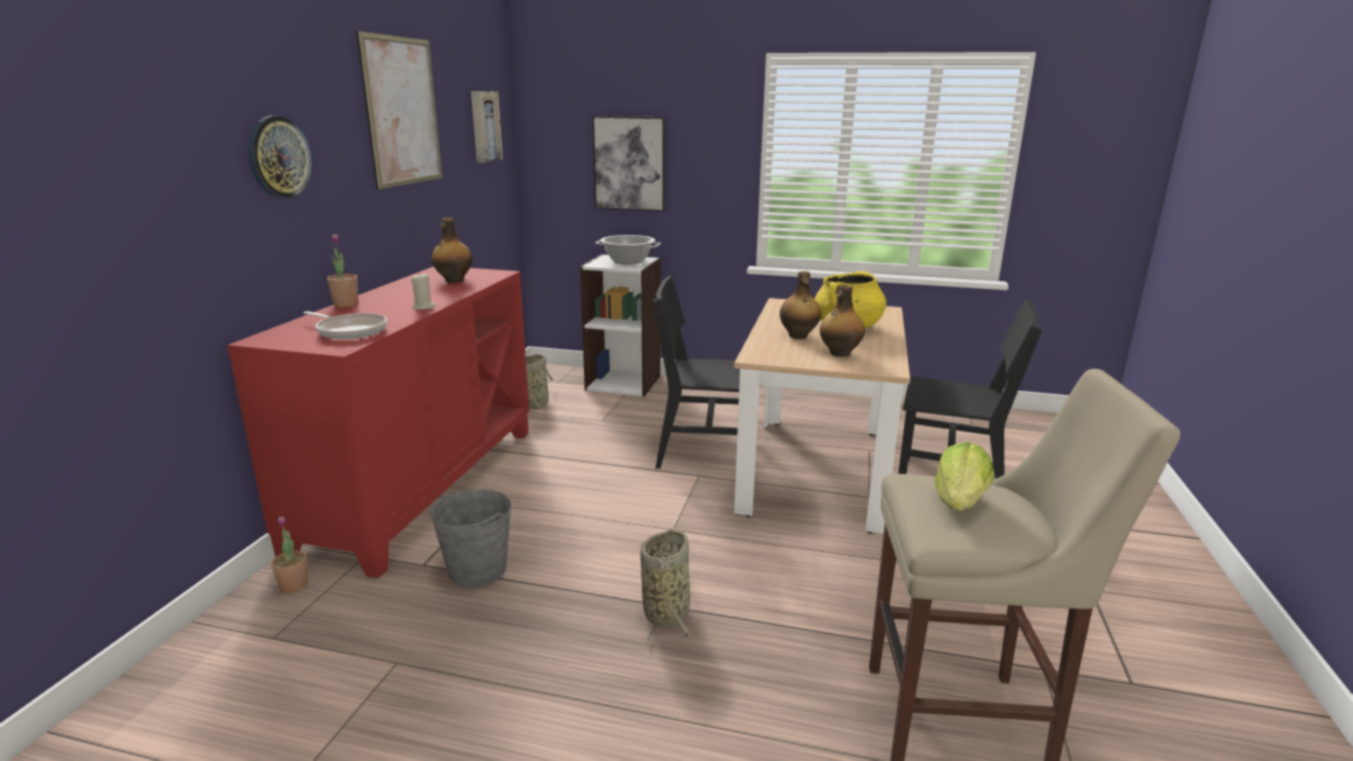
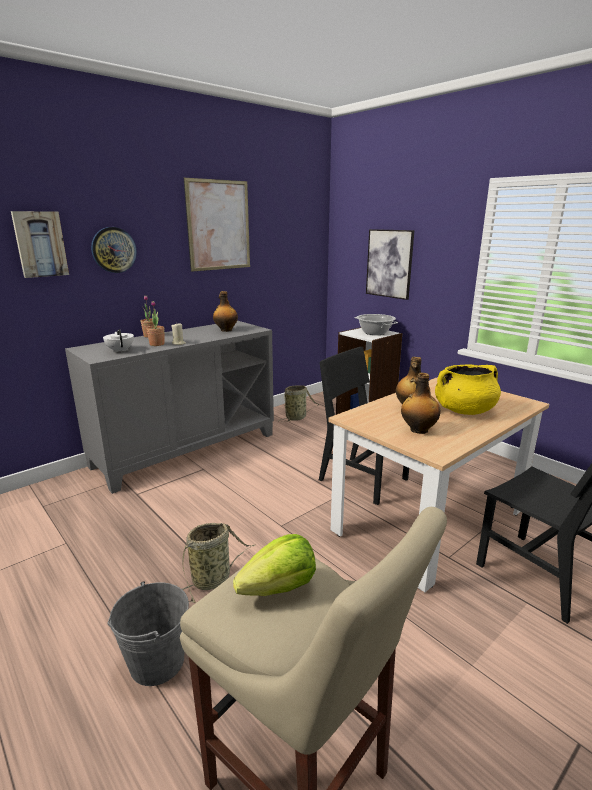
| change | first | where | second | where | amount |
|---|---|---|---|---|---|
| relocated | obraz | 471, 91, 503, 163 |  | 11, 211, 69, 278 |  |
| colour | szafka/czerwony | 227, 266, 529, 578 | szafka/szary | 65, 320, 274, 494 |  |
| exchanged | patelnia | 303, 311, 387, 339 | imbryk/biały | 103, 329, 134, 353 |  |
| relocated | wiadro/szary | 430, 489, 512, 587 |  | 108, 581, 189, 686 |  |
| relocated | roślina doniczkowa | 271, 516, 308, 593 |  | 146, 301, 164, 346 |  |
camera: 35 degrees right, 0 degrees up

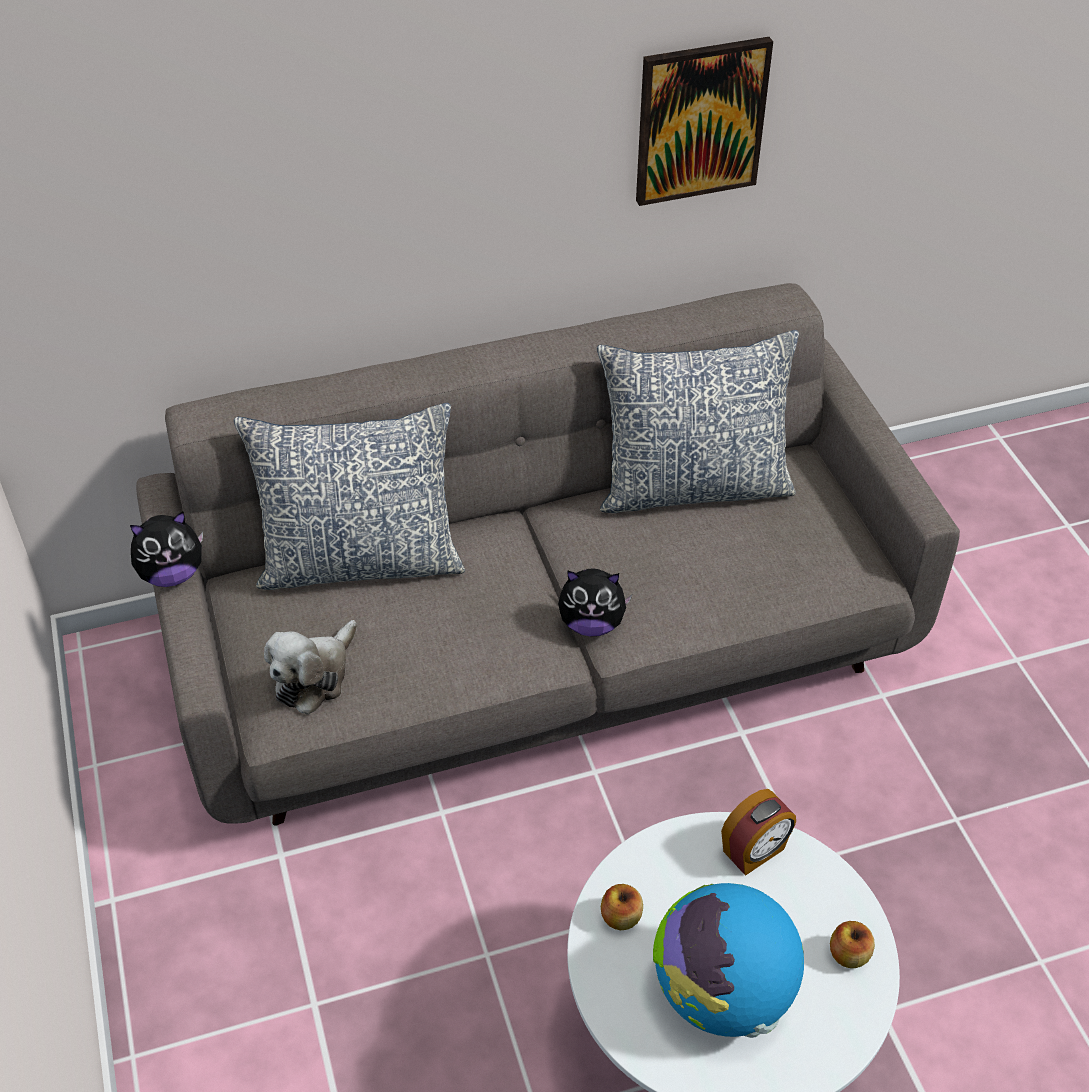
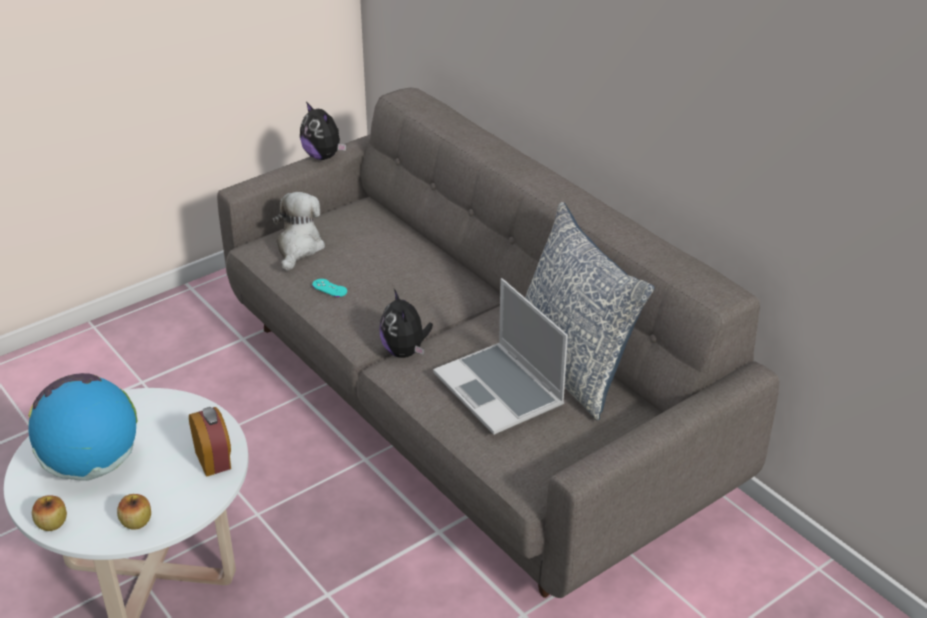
| change | first | where | second | where | amount |
|---|---|---|---|---|---|
| missing | obraz | 636, 37, 773, 206 |  |  |  |
| missing | poduszka | 234, 403, 465, 590 |  |  |  |
| spun | pluszak | 264, 620, 357, 715 |  | 272, 192, 325, 271 | 90 degrees clockwise |
| spun | budzik | 721, 789, 796, 876 |  | 189, 407, 231, 477 | 150 degrees counterclockwise |
| relocated | jabłko | 601, 884, 643, 930 |  | 32, 495, 67, 531 |  |
| appeared |  |  | laptop | 433, 278, 568, 435 |  |
| appeared |  |  | pad do gier/turkusowy | 312, 279, 347, 297 |  |
camera: 70 degrees right, 10 degrees down

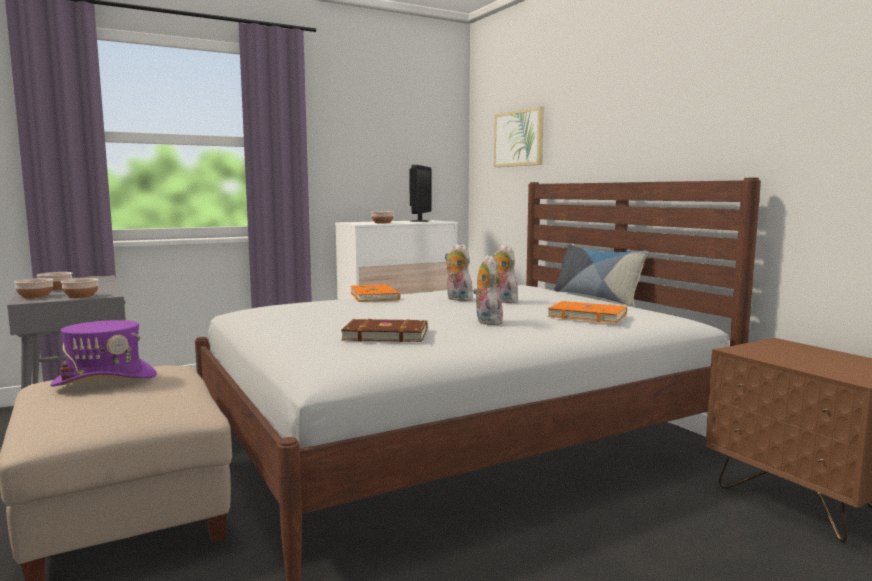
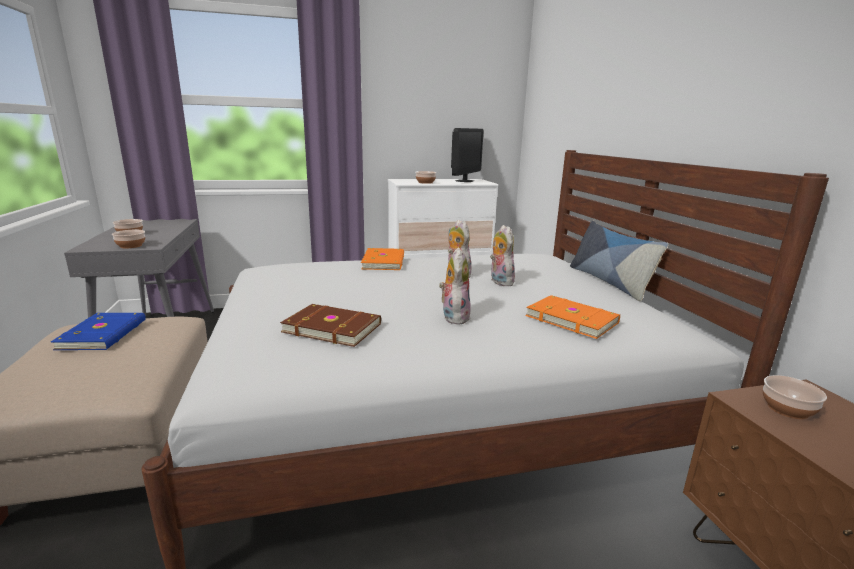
| change | first | where | second | where | amount |
|---|---|---|---|---|---|
| missing | obraz | 494, 106, 544, 167 |  |  |  |
| relocated | miska | 14, 278, 54, 298 |  | 763, 375, 827, 419 |  |
| exchanged | kapelusz/fioletowy | 50, 320, 157, 387 | książka/niebieski | 51, 313, 146, 350 |  |
camera: 15 degrees right, 10 degrees up

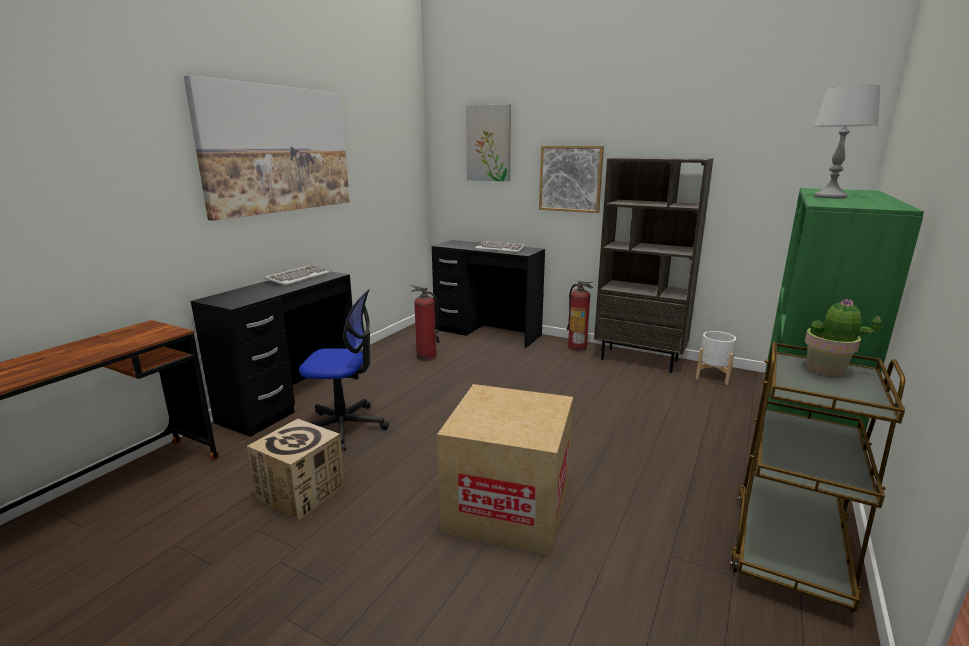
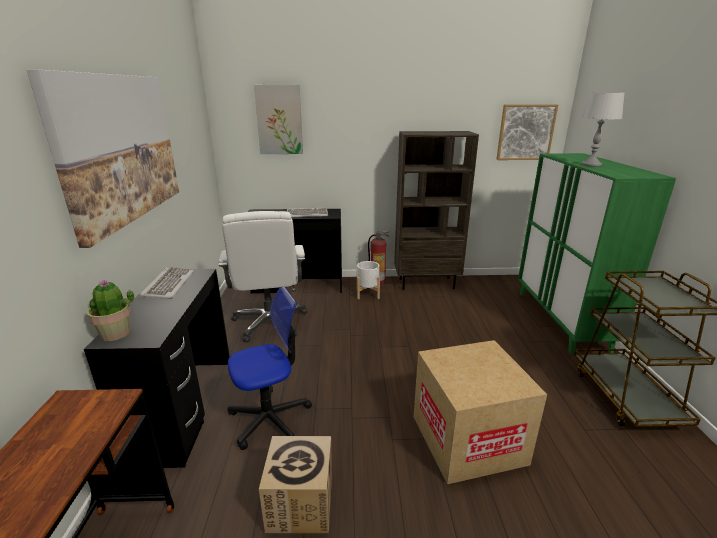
| change | first | where | second | where | amount |
|---|---|---|---|---|---|
| relocated | obraz | 539, 146, 604, 213 |  | 496, 105, 558, 160 |  |
| exchanged | gaśnica | 411, 284, 440, 361 | krzesło biurowe/biały | 219, 211, 308, 343 |  |
| relocated | roślina doniczkowa | 805, 298, 882, 376 |  | 86, 280, 134, 341 |  |
| relocated | donica/biały | 696, 331, 736, 385 |  | 357, 261, 380, 299 |  |
camera: 30 degrees left, 5 degrees up

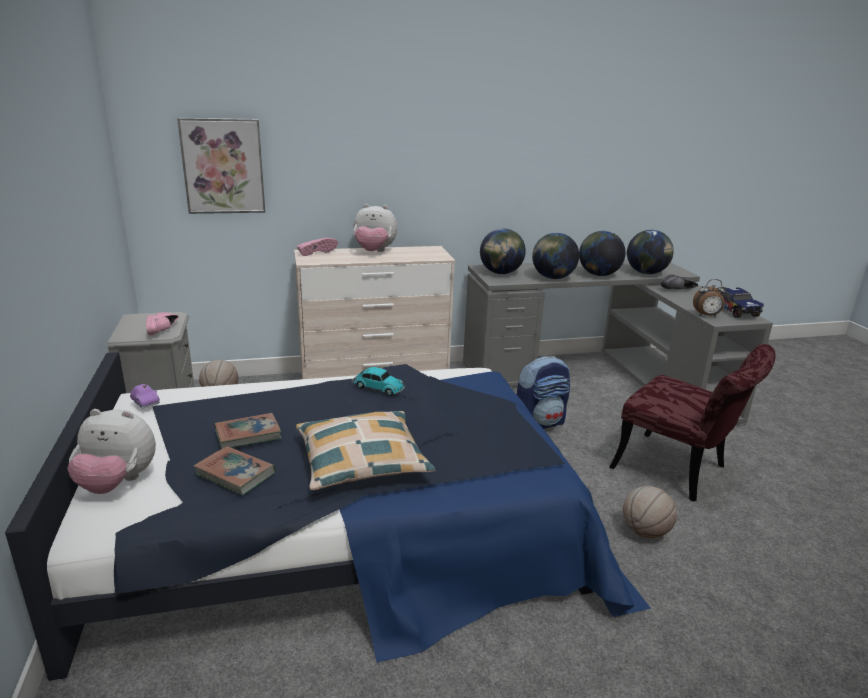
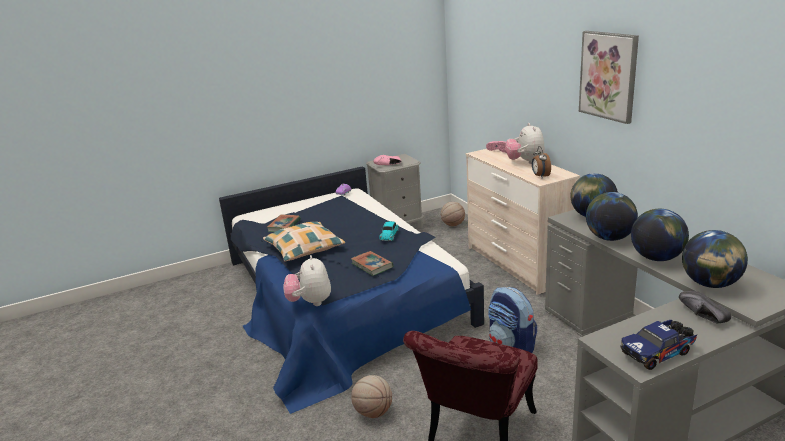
| change | first | where | second | where | amount |
|---|---|---|---|---|---|
| relocated | obraz | 177, 118, 265, 214 |  | 579, 31, 639, 124 |  |
| relocated | budzik | 693, 279, 727, 317 |  | 532, 146, 551, 177 |  |
| relocated | pluszak | 67, 409, 156, 494 |  | 283, 255, 331, 306 |  |
| relocated | książka | 215, 413, 282, 449 |  | 351, 251, 393, 276 |  |
camera: 80 degrees right, 0 degrees up

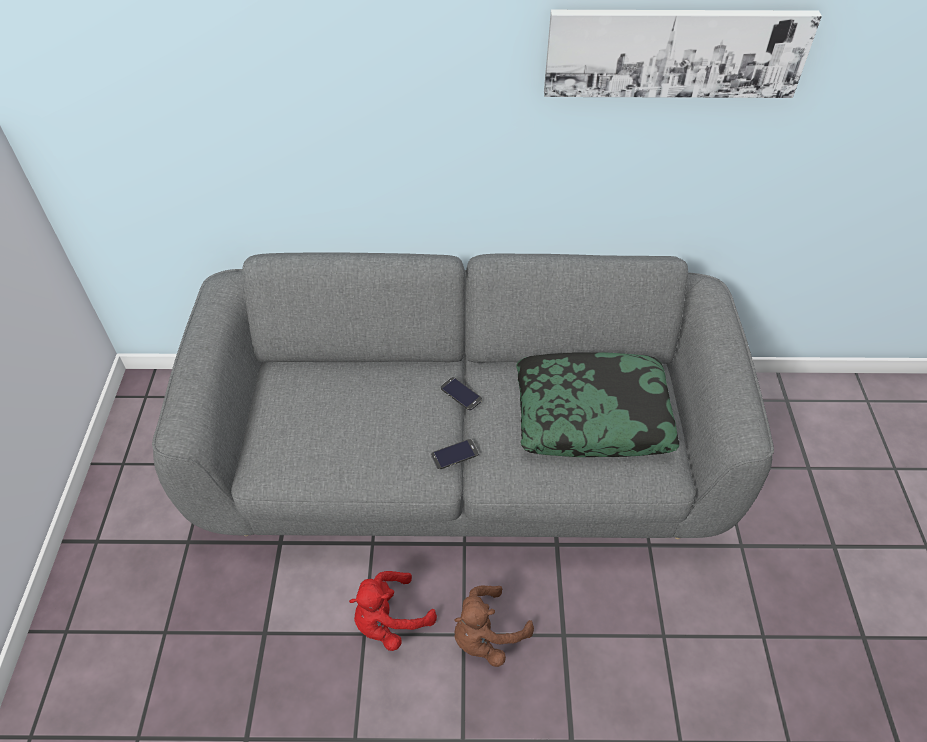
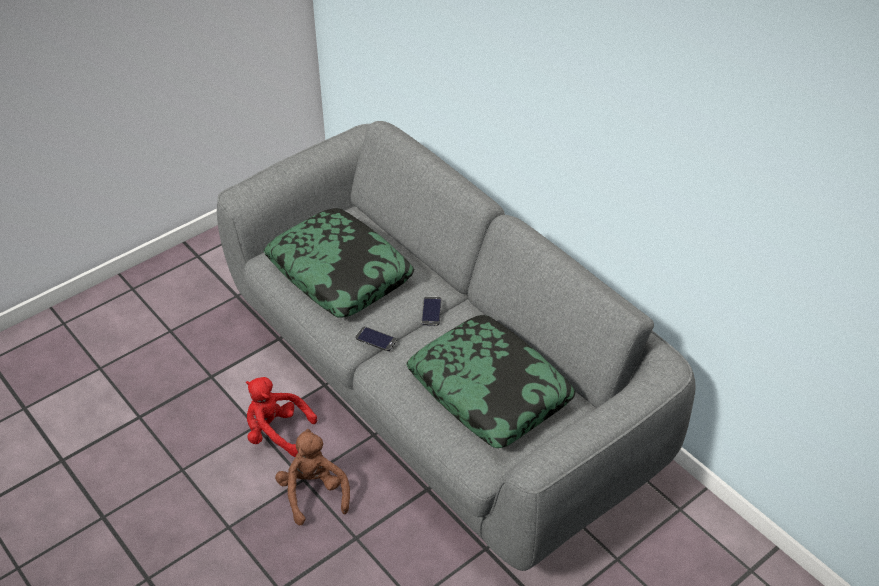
| change | first | where | second | where | amount |
|---|---|---|---|---|---|
| missing | obraz | 544, 10, 822, 98 |  |  |  |
| spun | pluszak/brązowy | 454, 585, 534, 667 |  | 275, 429, 350, 525 | 60 degrees clockwise |
| appeared |  |  | poduszka | 264, 208, 415, 318 |  |
camera: 50 degrees right, 5 degrees down

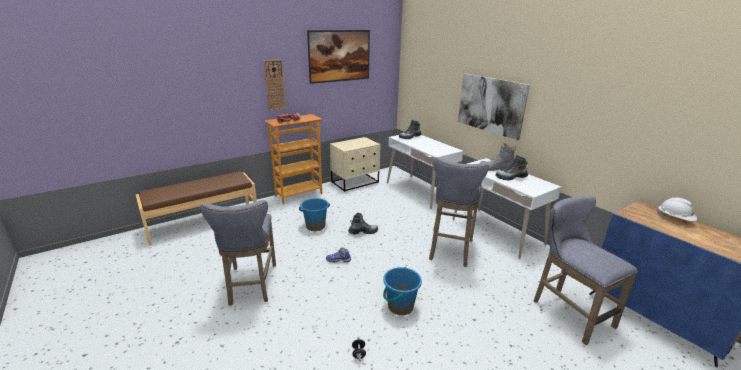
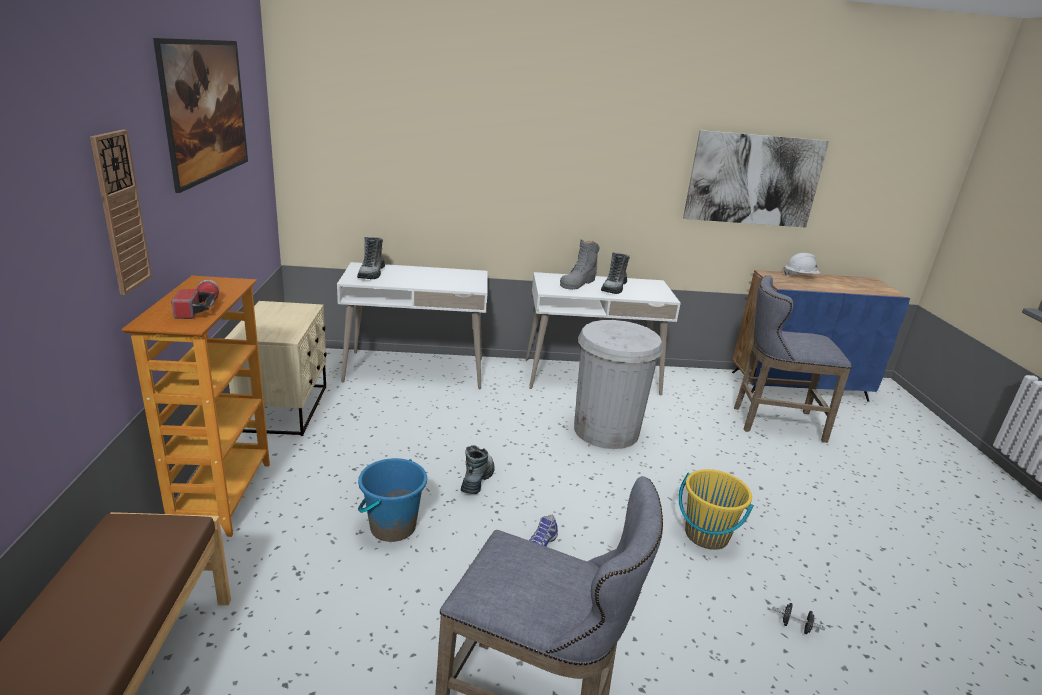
| change | first | where | second | where | amount |
|---|---|---|---|---|---|
| relocated | obraz | 458, 73, 530, 140 |  | 683, 130, 829, 228 |  |
| exchanged | stołek/szary | 429, 157, 489, 267 | kosz na śmieci/biały | 574, 320, 663, 449 |  |
| colour | wiadro/niebieski | 383, 267, 422, 315 | wiadro/żółty | 678, 469, 754, 550 |  |
camera: 60 degrees left, 0 degrees up

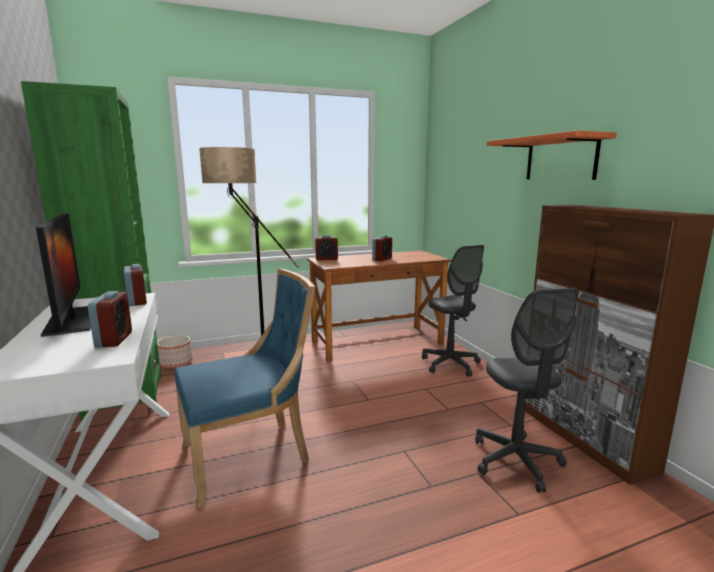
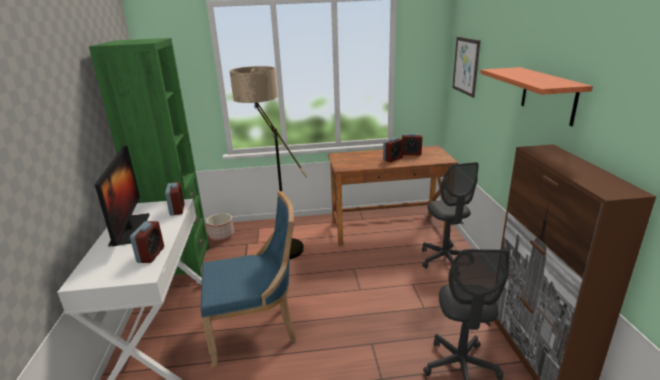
| change | first | where | second | where | amount |
|---|---|---|---|---|---|
| relocated | budzik | 315, 235, 338, 260 |  | 402, 133, 422, 155 |  |
| appeared |  |  | obraz | 452, 37, 480, 98 |  |
camera: 15 degrees right, 10 degrees up

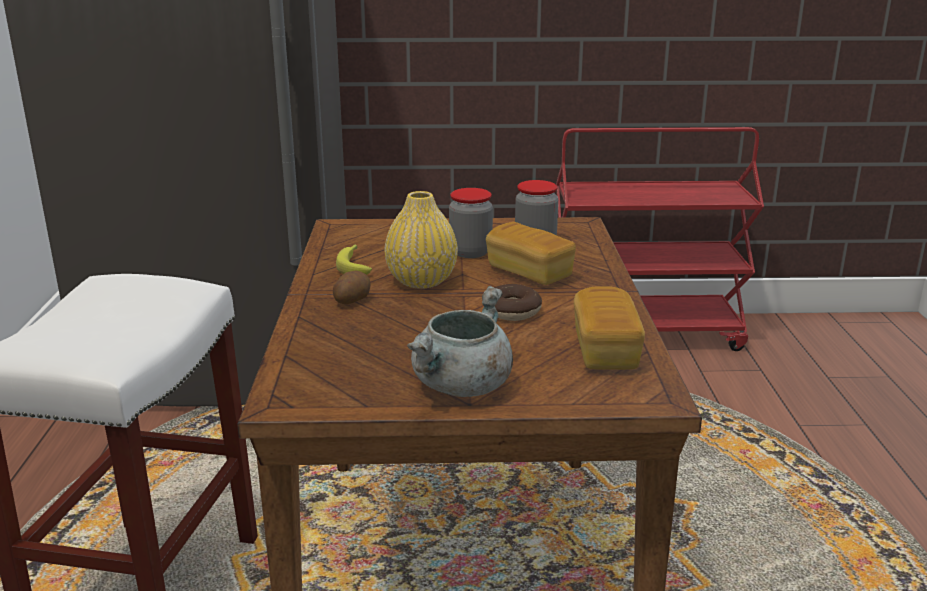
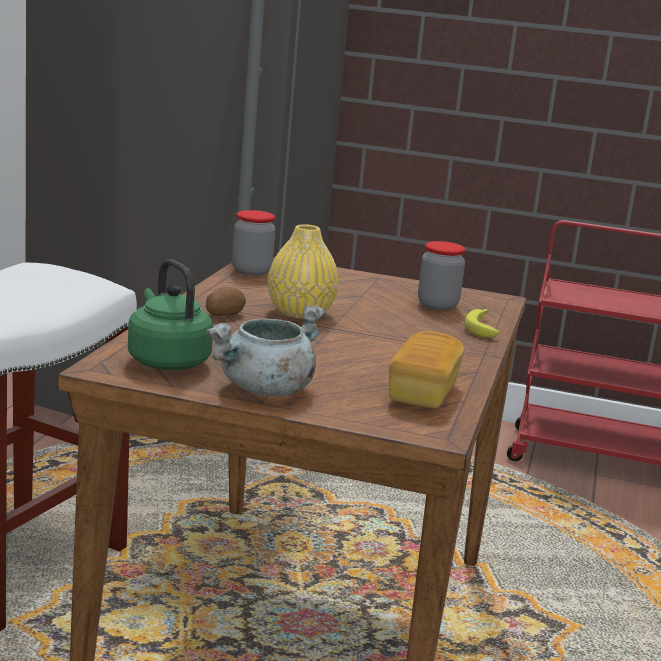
| change | first | where | second | where | amount |
|---|---|---|---|---|---|
| relocated | słoik | 449, 188, 493, 258 |  | 232, 210, 276, 275 |  |
| missing | chleb | 486, 222, 576, 285 |  |  |  |
| relocated | banan | 336, 244, 372, 275 |  | 464, 309, 500, 338 |  |
| missing | donut | 494, 284, 542, 321 |  |  |  |
| appeared |  |  | czajnik/zielony | 128, 259, 213, 370 |  |
camera: 15 degrees right, 5 degrees down

